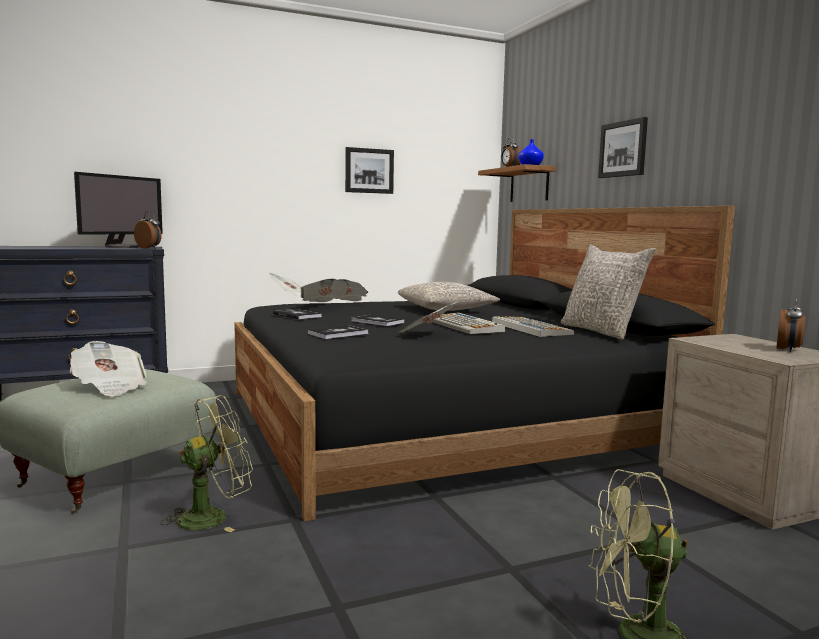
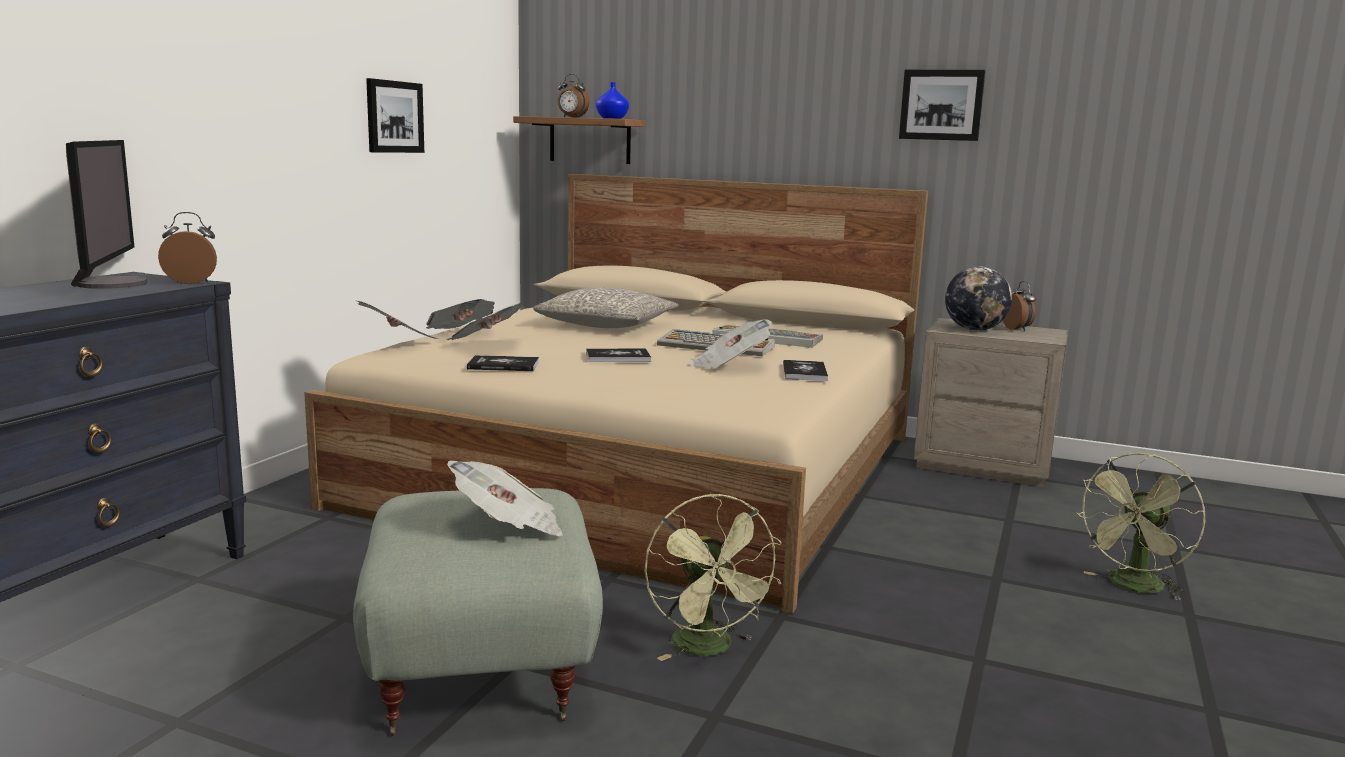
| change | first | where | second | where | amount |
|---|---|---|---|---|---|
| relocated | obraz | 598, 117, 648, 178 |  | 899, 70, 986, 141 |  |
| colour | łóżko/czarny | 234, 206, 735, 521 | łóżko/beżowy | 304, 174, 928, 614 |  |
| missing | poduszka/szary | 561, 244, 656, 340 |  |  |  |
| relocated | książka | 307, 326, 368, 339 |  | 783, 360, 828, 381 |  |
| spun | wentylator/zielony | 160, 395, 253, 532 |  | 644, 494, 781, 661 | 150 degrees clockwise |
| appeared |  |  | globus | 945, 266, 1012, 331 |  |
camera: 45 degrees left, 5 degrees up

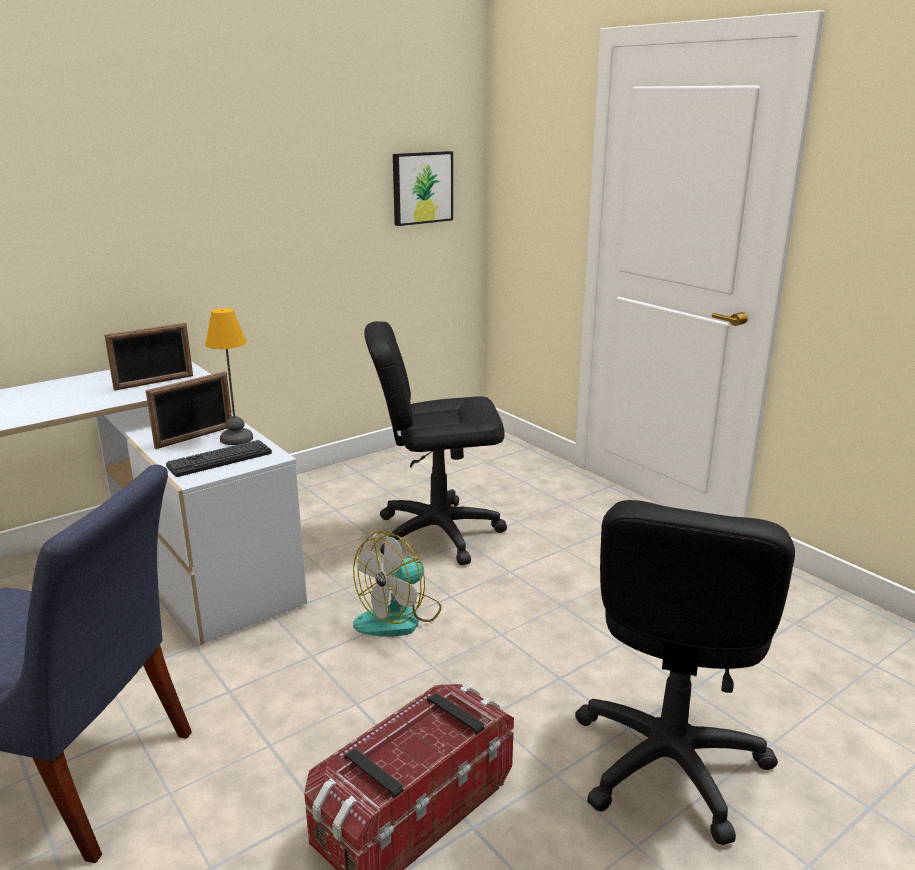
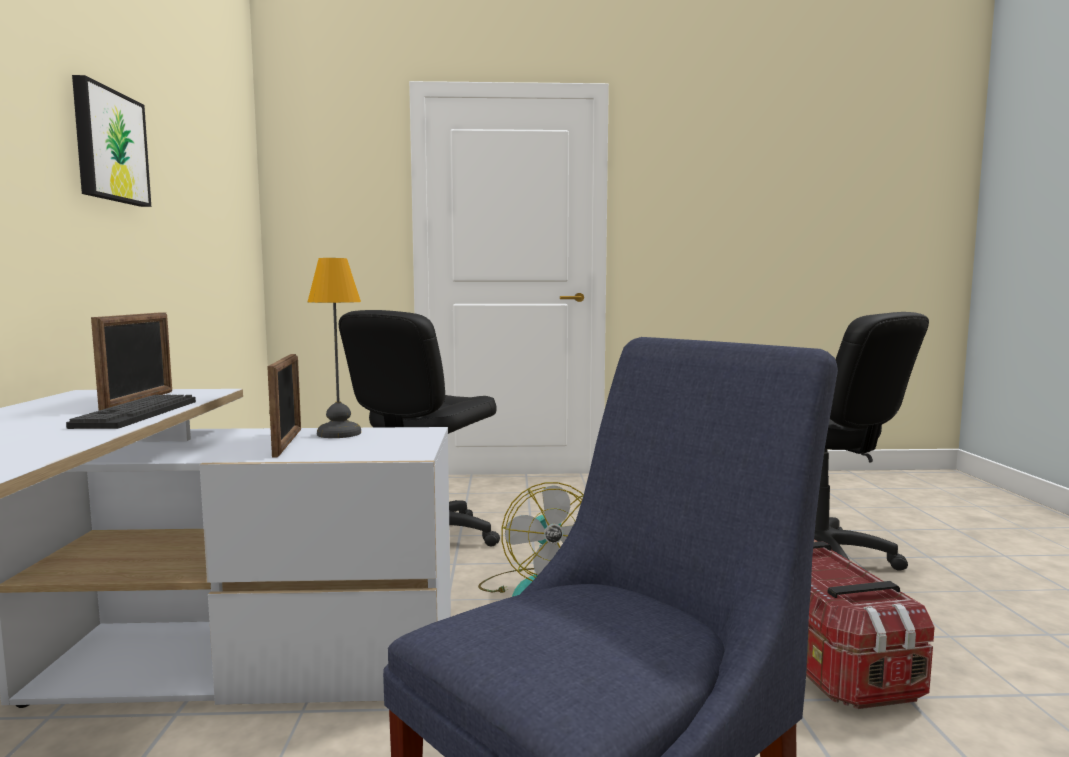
| change | first | where | second | where | amount |
|---|---|---|---|---|---|
| relocated | obraz | 393, 151, 453, 226 |  | 72, 75, 151, 207 |  |
| relocated | klawiatura | 166, 440, 272, 477 |  | 66, 395, 196, 429 |  |
camera: 55 degrees left, 15 degrees down

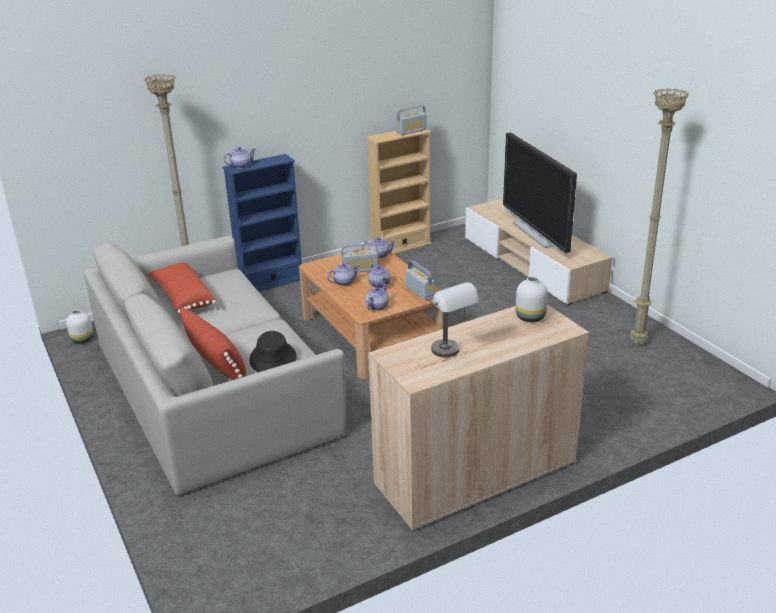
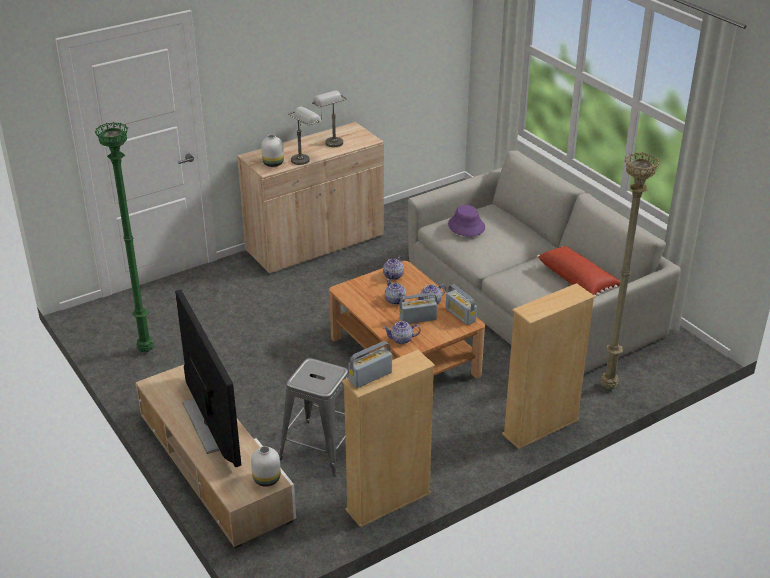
| change | first | where | second | where | amount |
|---|---|---|---|---|---|
| colour | lampa stojąca/beżowy | 630, 88, 689, 344 | lampa stojąca/zielony | 95, 122, 154, 352 |  |
| missing | imbryk | 224, 147, 256, 168 |  |  |  |
| colour | regał/niebieski | 222, 154, 302, 292 | regał/beżowy | 502, 283, 595, 449 |  |
| relocated | radio | 405, 261, 434, 301 |  | 446, 284, 477, 325 |  |
| missing | poduszka/czerwony | 178, 307, 246, 380 |  |  |  |
| relocated | wazon/biały | 66, 310, 93, 344 |  | 251, 446, 281, 487 |  |
| colour | kapelusz/czarny | 249, 331, 297, 372 | kapelusz/fioletowy | 448, 205, 485, 237 |  |
| appeared |  |  | lampa stołowa/szary | 288, 107, 321, 165 |  |
| appeared |  |  | stołek/szary | 279, 358, 349, 477 |  |
camera: 175 degrees right, 5 degrees up

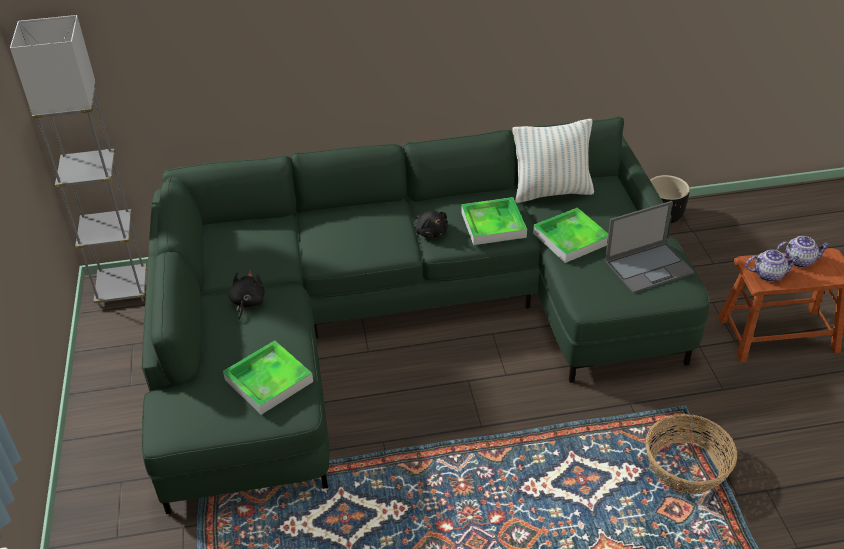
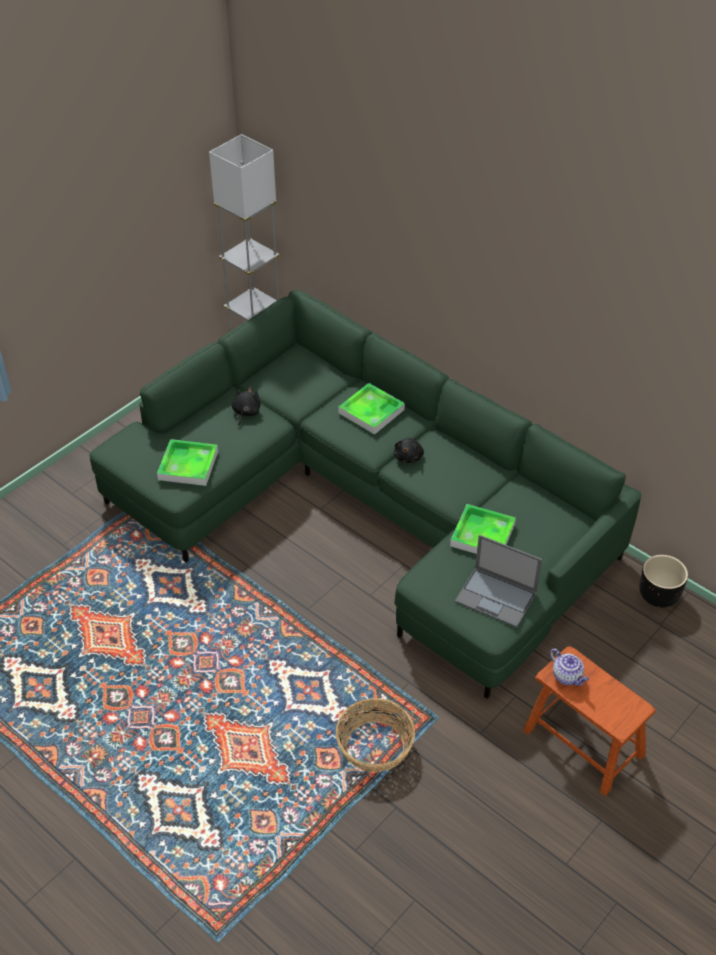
| change | first | where | second | where | amount |
|---|---|---|---|---|---|
| missing | poduszka | 512, 119, 594, 203 |  |  |  |
| relocated | taca | 461, 197, 527, 245 |  | 339, 383, 405, 435 |  |
| missing | imbryk | 777, 236, 830, 267 |  |  |  |
| spun | pluszak/czarny | 229, 270, 265, 321 |  | 232, 386, 261, 426 | 45 degrees counterclockwise |
camera: 50 degrees right, 5 degrees up

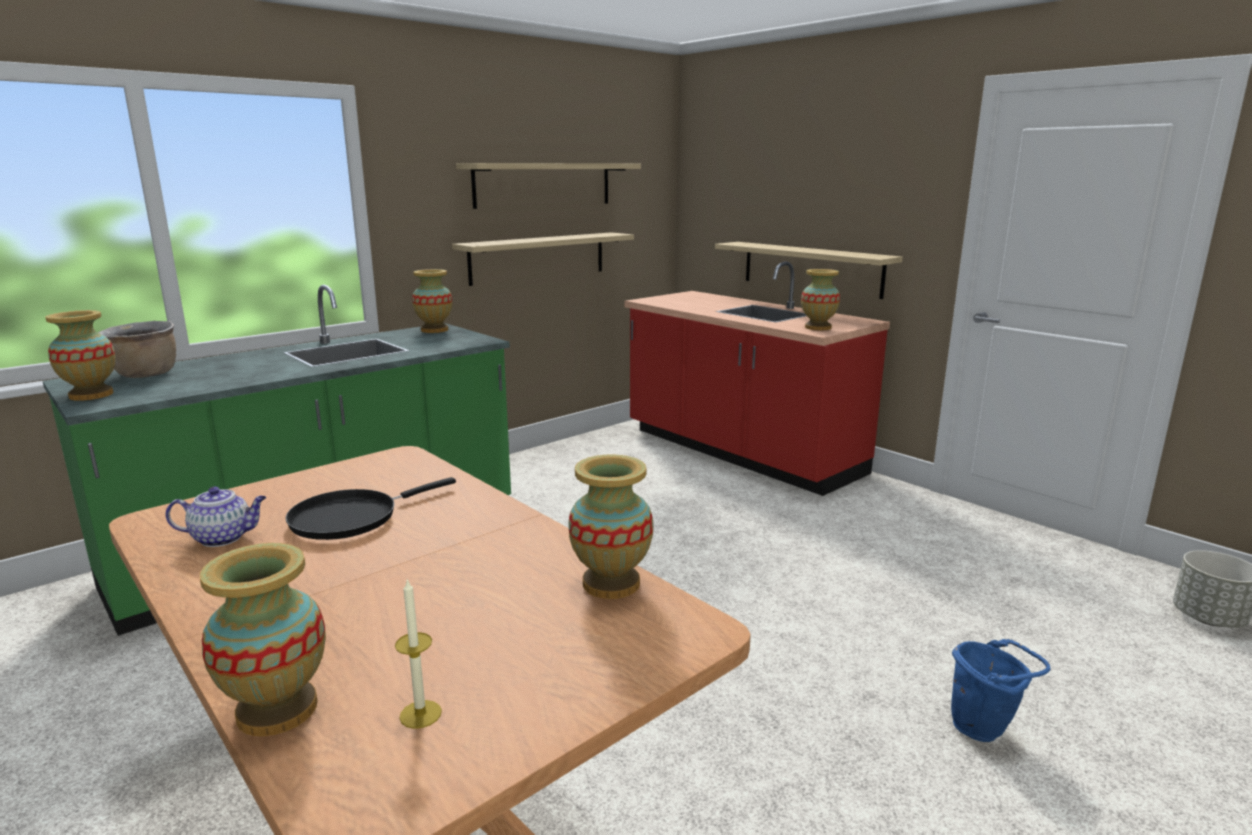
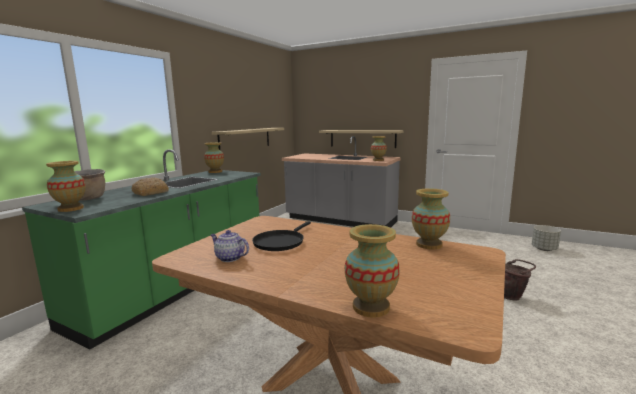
| change | first | where | second | where | amount |
|---|---|---|---|---|---|
| missing | półka | 456, 163, 641, 209 |  |  |  |
| colour | zabudowa kuchenna/czerwony | 625, 261, 890, 496 | zabudowa kuchenna/szary | 282, 136, 400, 228 |  |
| spun | imbryk | 165, 487, 266, 547 |  | 211, 230, 249, 262 | 120 degrees counterclockwise |
| missing | świeca | 395, 579, 442, 729 |  |  |  |
| colour | wiadro/niebieski | 951, 639, 1050, 742 | wiadro/brązowy | 504, 259, 536, 301 |  |
| appeared |  |  | chleb | 132, 177, 169, 196 |  |
camera: 20 degrees left, 5 degrees down

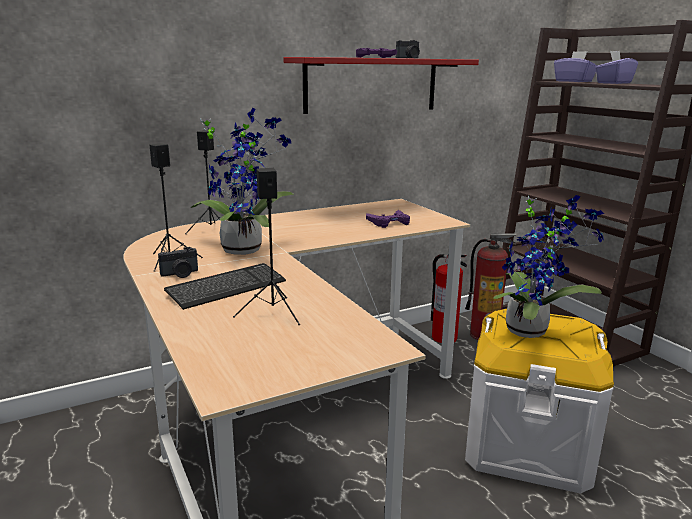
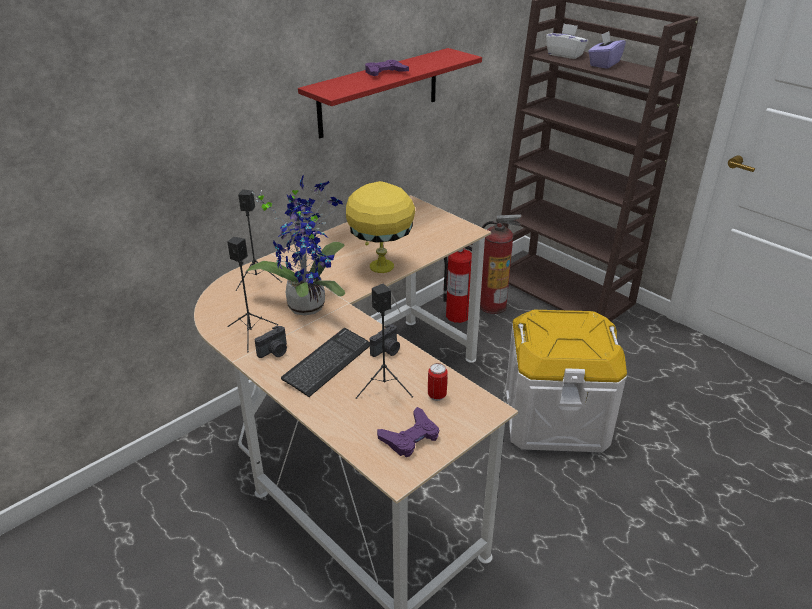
| change | first | where | second | where | amount |
|---|---|---|---|---|---|
| relocated | aparat fotograficzny | 396, 40, 420, 58 |  | 370, 324, 400, 357 |  |
| colour | pudełko chusteczek/fioletowy | 554, 51, 598, 82 | pudełko chusteczek/biały | 546, 23, 588, 59 |  |
| missing | roślina doniczkowa | 494, 195, 604, 338 |  |  |  |
| relocated | pad do gier/fioletowy | 366, 210, 410, 228 |  | 377, 407, 439, 457 |  |
| appeared |  |  | lampa stołowa/żółty | 346, 181, 415, 273 |  |
| appeared |  |  | puszka | 428, 363, 448, 401 |  |
camera: 15 degrees left, 15 degrees up

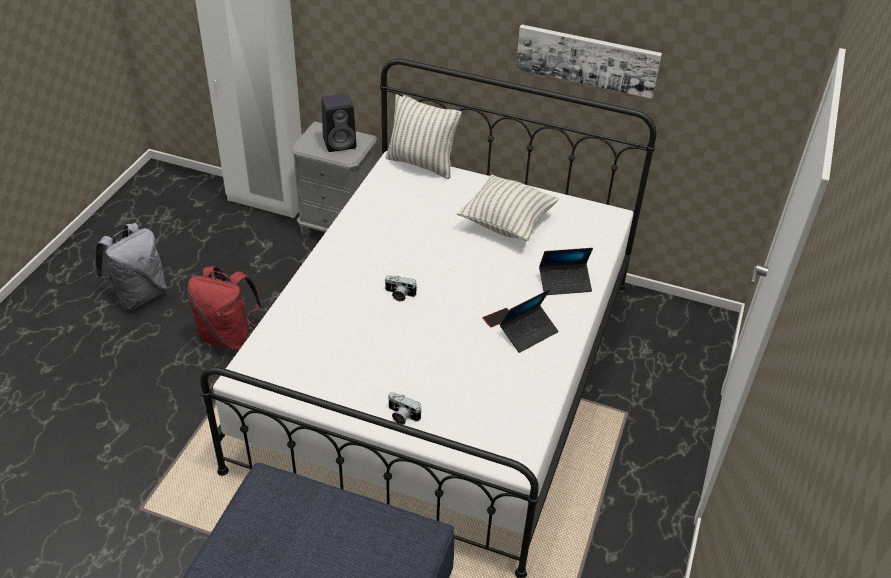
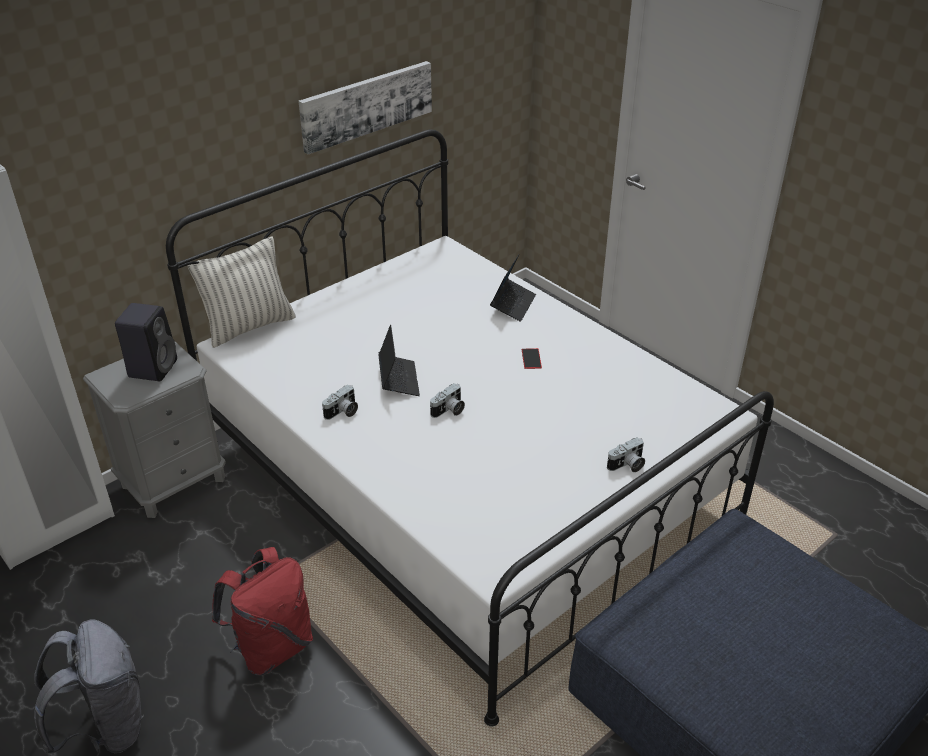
| change | first | where | second | where | amount |
|---|---|---|---|---|---|
| missing | poduszka | 457, 175, 559, 241 |  |  |  |
| relocated | laptop | 500, 289, 558, 353 |  | 378, 325, 420, 396 |  |
| appeared |  |  | aparat fotograficzny | 322, 384, 358, 420 |  |
camera: 60 degrees left, 5 degrees down

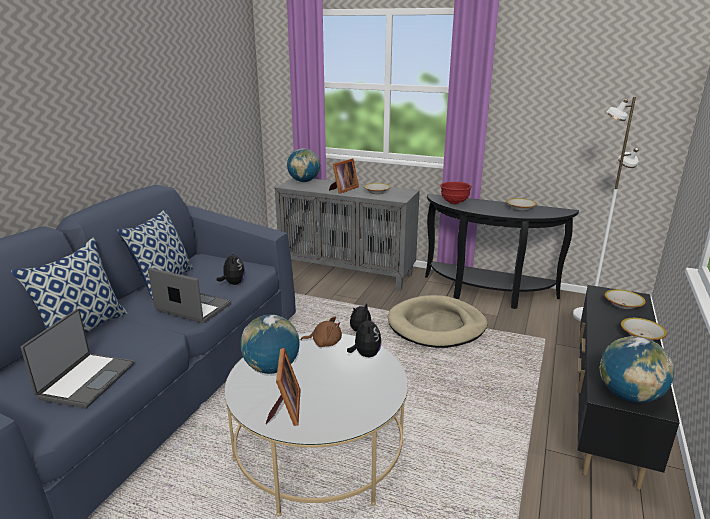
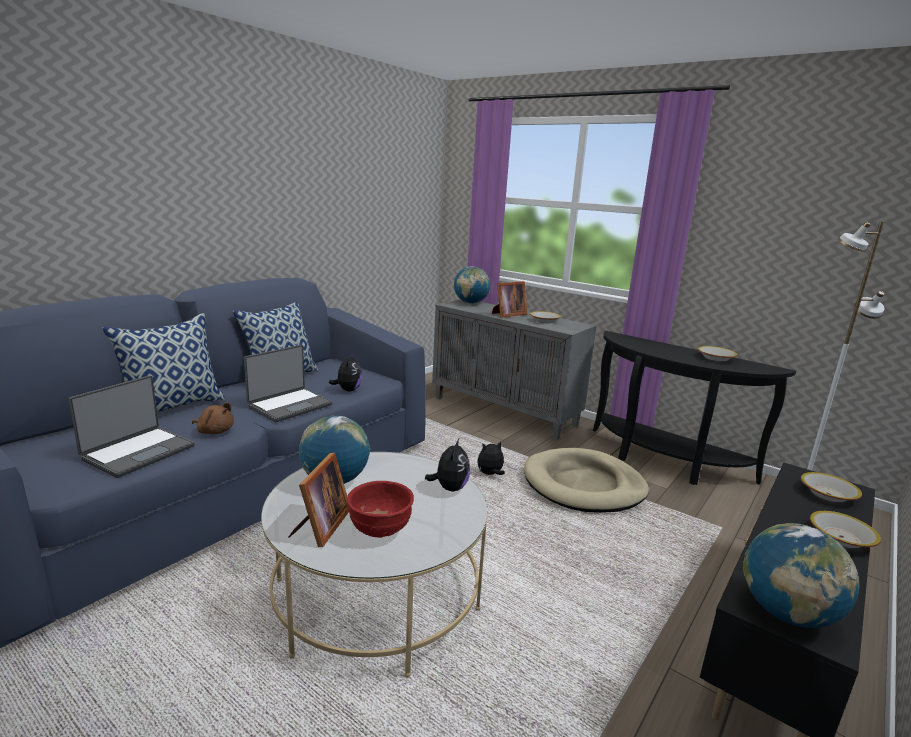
| change | first | where | second | where | amount |
|---|---|---|---|---|---|
| relocated | miska/czerwony | 440, 182, 472, 204 |  | 347, 481, 414, 538 |  |
| spun | laptop | 148, 268, 231, 323 |  | 244, 345, 332, 422 | 90 degrees clockwise |
| relocated | pluszak/brązowy | 301, 316, 342, 347 |  | 192, 402, 234, 434 |  |
camera: 15 degrees right, 5 degrees down

